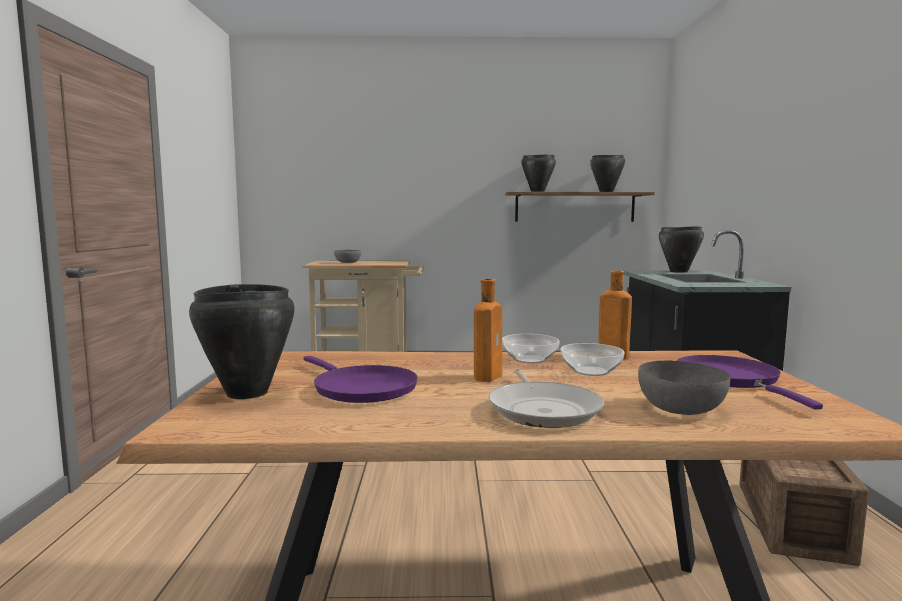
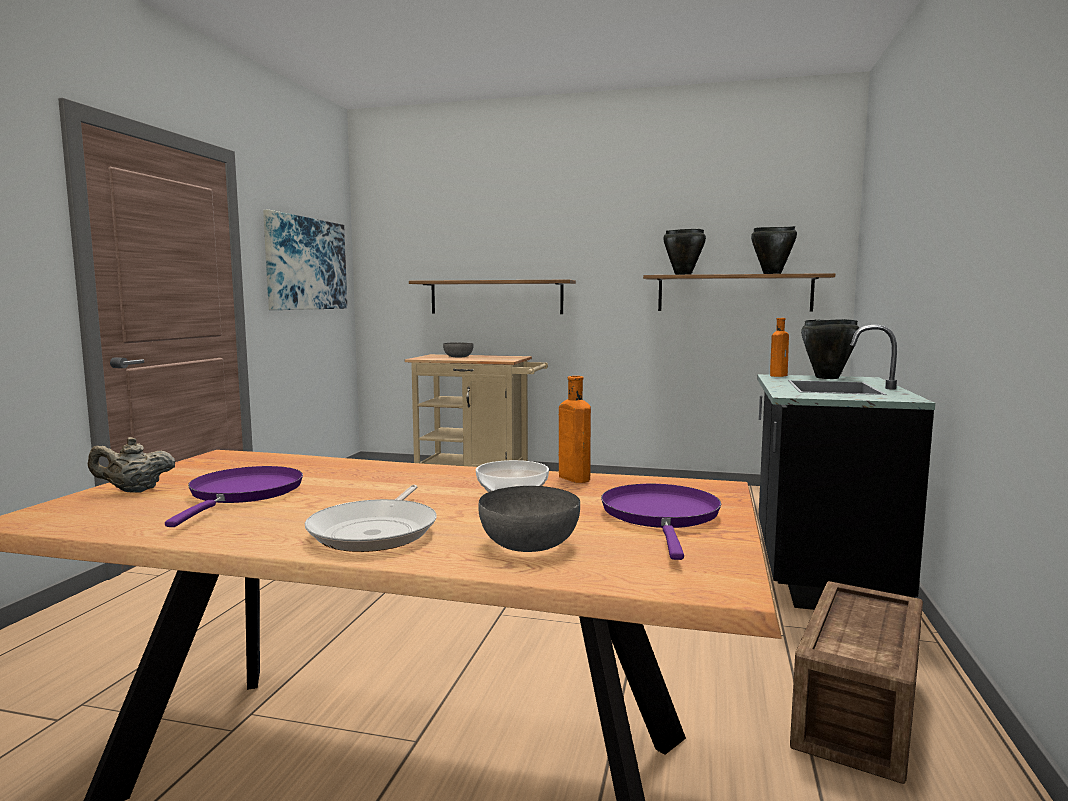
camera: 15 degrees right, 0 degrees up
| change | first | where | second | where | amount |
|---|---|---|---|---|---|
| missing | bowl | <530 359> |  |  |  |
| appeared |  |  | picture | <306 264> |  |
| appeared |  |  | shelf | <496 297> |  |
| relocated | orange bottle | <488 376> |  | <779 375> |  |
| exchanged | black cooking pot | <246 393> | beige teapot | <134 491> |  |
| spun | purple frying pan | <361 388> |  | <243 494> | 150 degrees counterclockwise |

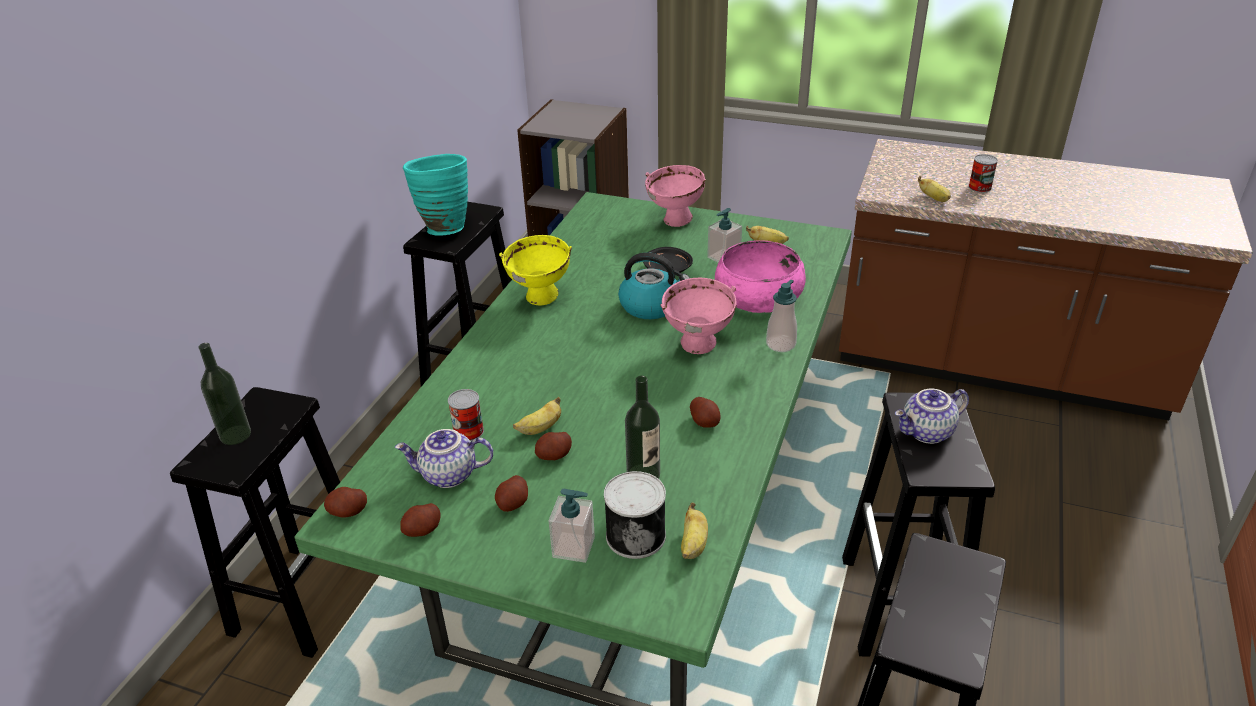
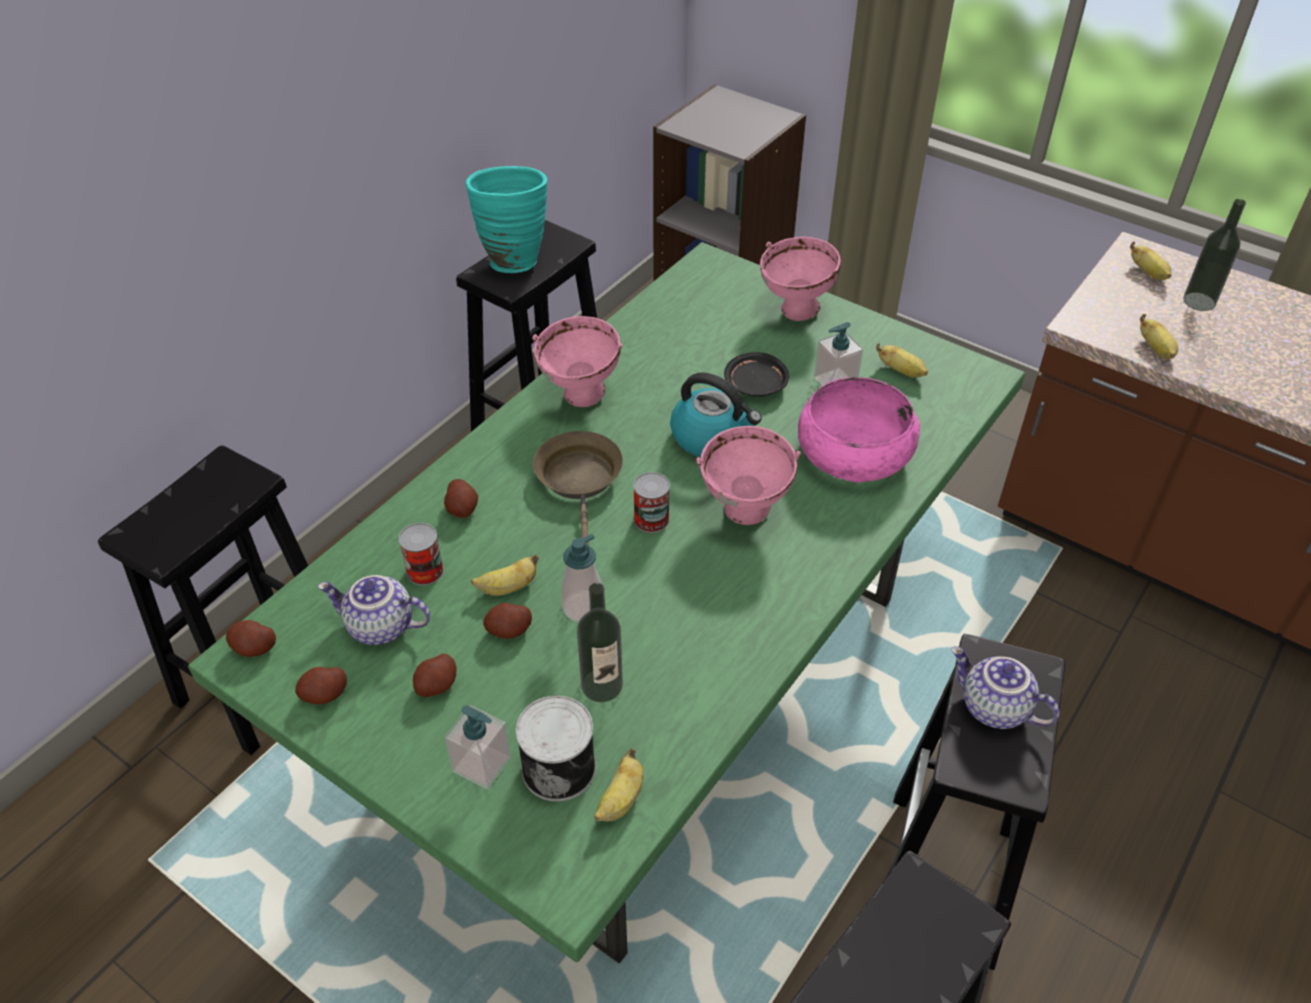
camera: 15 degrees right, 10 degrees up
| change | first | where | second | where | amount |
|---|---|---|---|---|---|
| appeared |  |  | brown frying pan | <580 482> |  |
| appeared |  |  | banana | <1148 273> |  |
| relocated | bottle | <235 435> |  | <1199 301> |  |
| relocated | potato | <705 421> |  | <462 508> |  |
| relocated | soap dispenser | <780 344> |  | <583 607> |  |
| relocated | can | <979 187> |  | <651 519> |  |
| colour | yellow bowl | <541 299> | pink bowl | <581 397> |  |
| spun | teapot | <927 433> |  | <993 708> | 45 degrees clockwise |

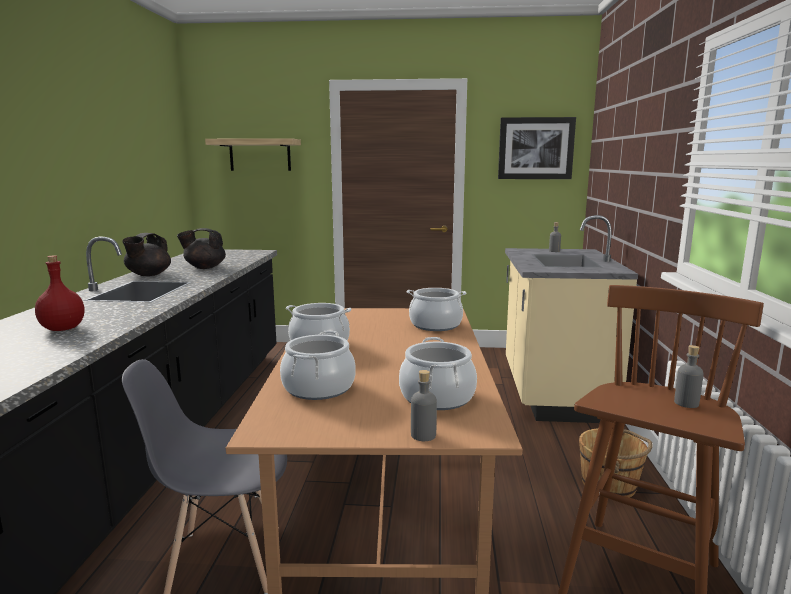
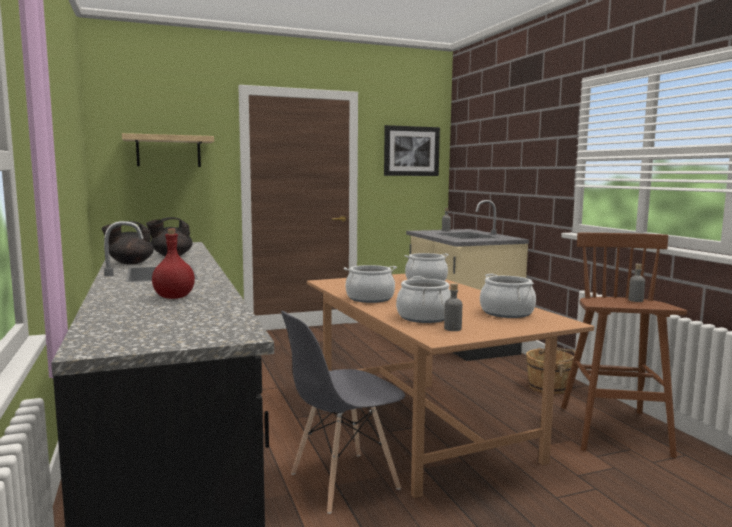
camera: 25 degrees left, 5 degrees down
| change | first | where | second | where | amount |
|---|---|---|---|---|---|
| relocated | grey bottle | <423 435> |  | <452 329> |  |
| spun | black teapot | <148 275> |  | <130 263> | 60 degrees clockwise |

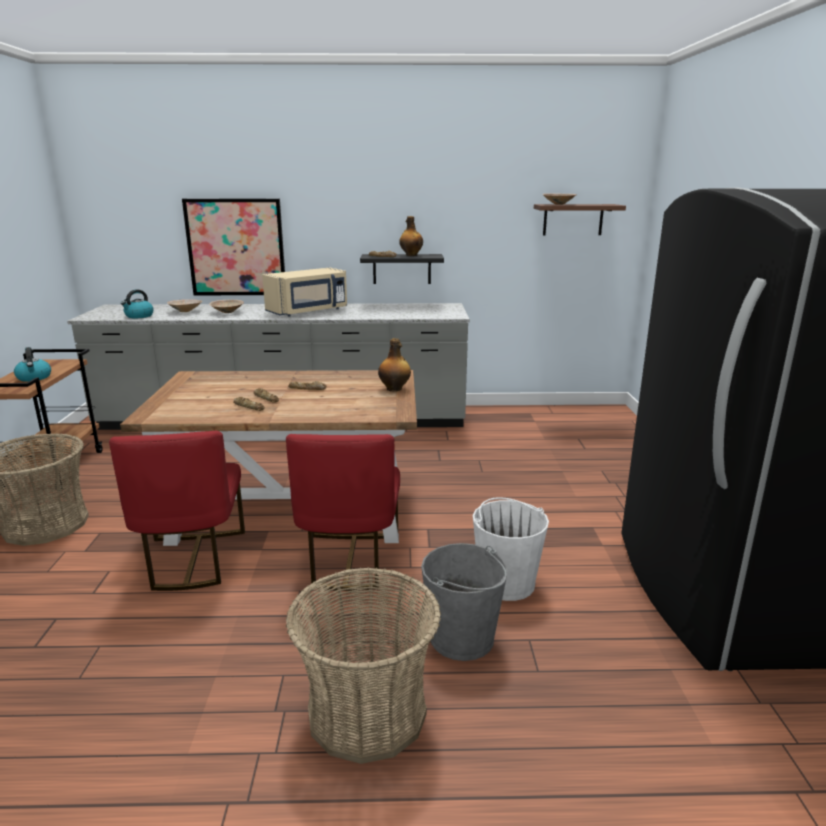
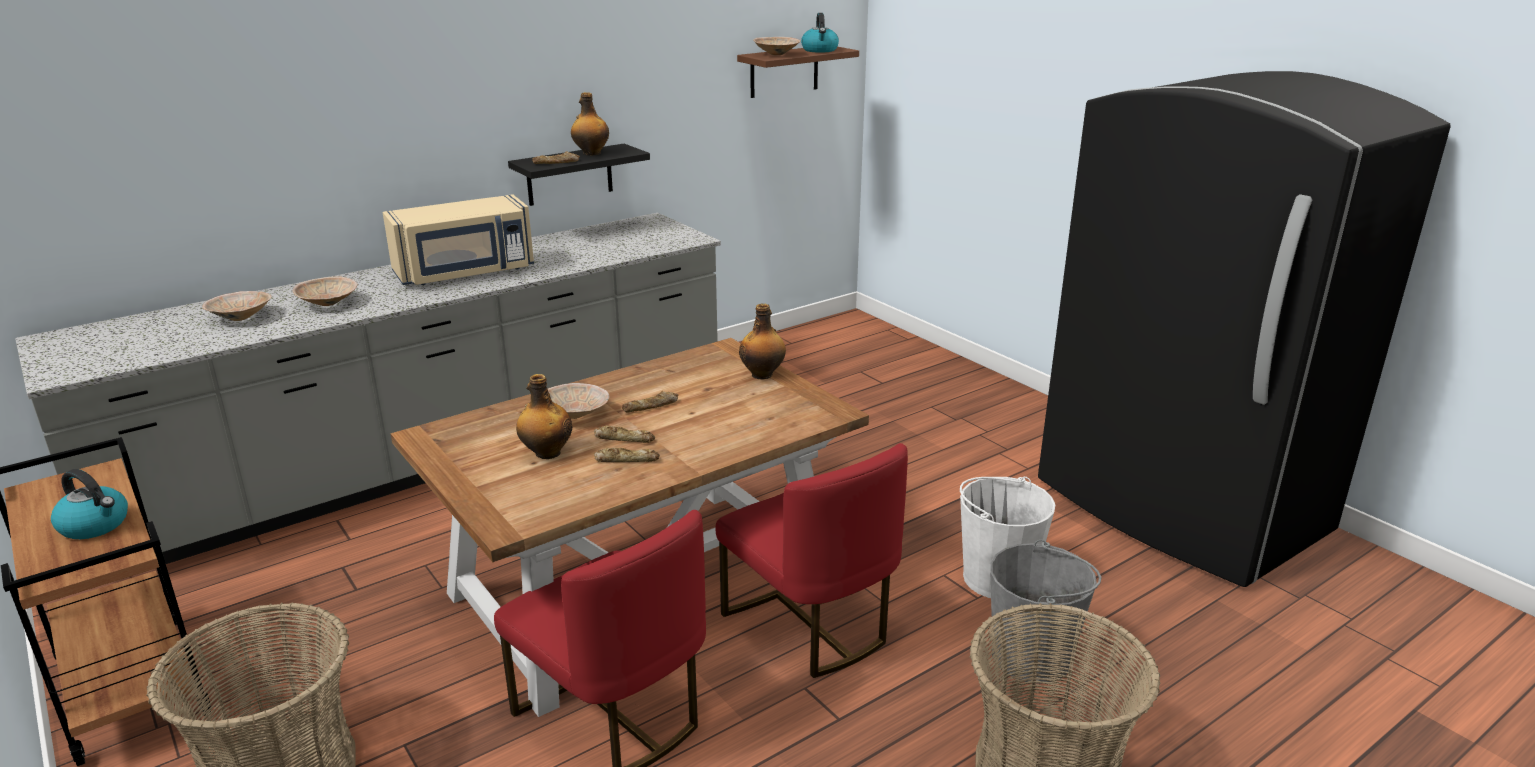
camera: 35 degrees left, 5 degrees up
| change | first | where | second | where | amount |
|---|---|---|---|---|---|
| missing | picture | <236 247> |  |  |  |
| appeared |  |  | bottle | <547 453> |  |
| appeared |  |  | beige bowl | <576 415> |  |
| relocated | kettle | <139 316> |  | <820 50> |  |
| spun | beige microwave | <309 311> |  | <466 273> | 45 degrees clockwise |

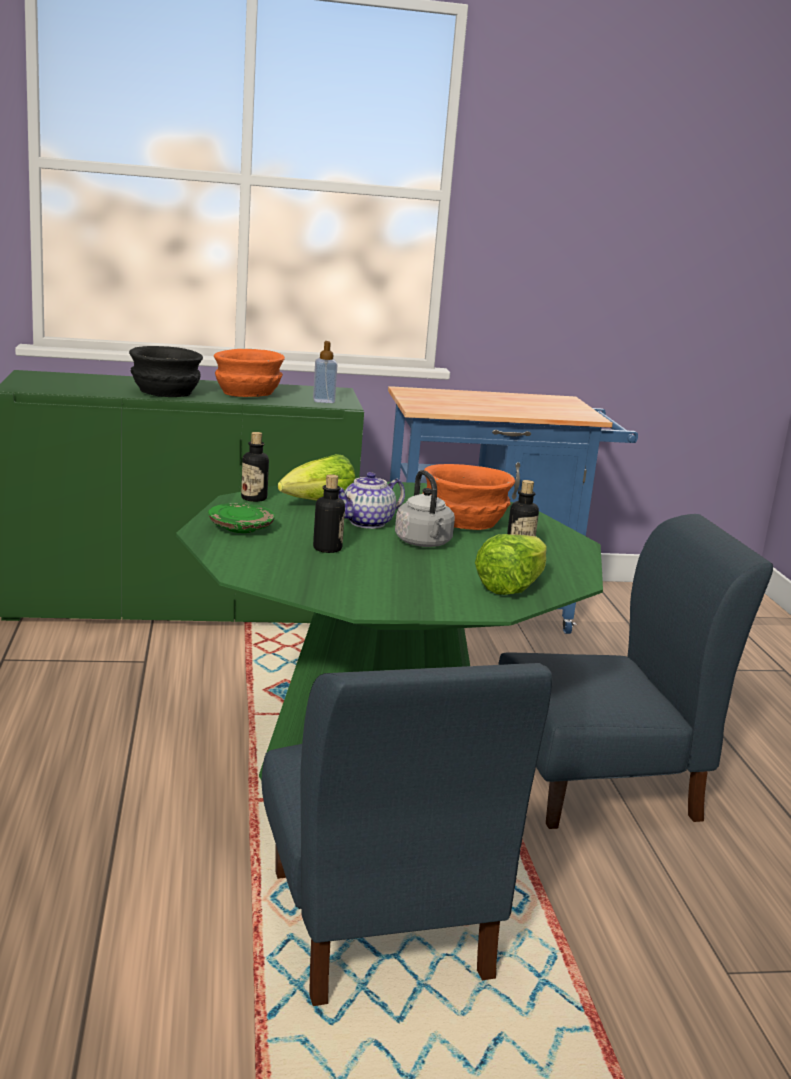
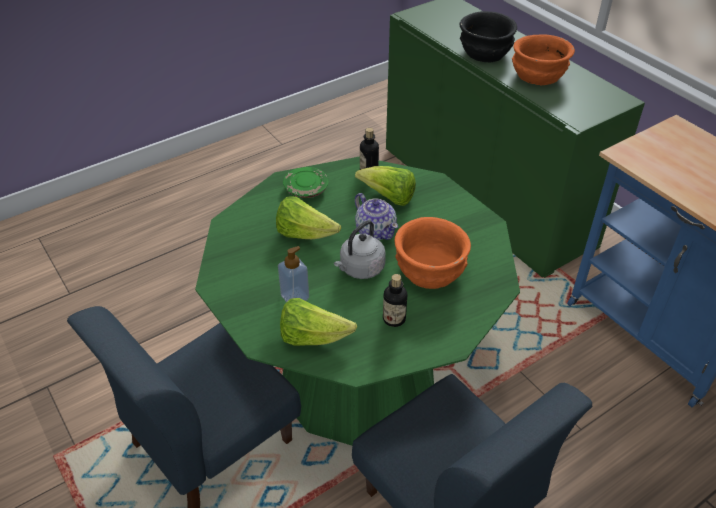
camera: 65 degrees right, 25 degrees up
| change | first | where | second | where | amount |
|---|---|---|---|---|---|
| relocated | soap dispenser | <323 401> |  | <295 297> |  |
| exchanged | bottle | <327 548> | lettuce | <304 234> |  |
| spun | teapot | <368 523> |  | <375 231> | 150 degrees counterclockwise |

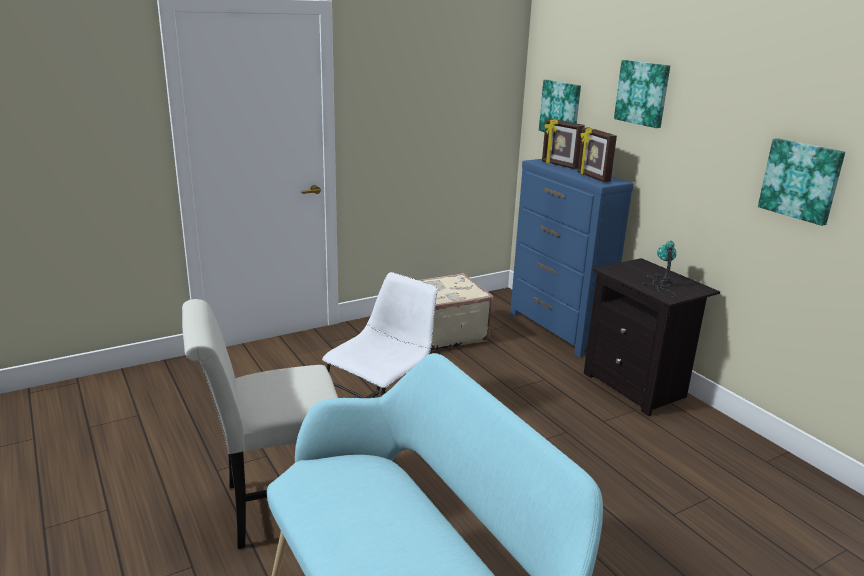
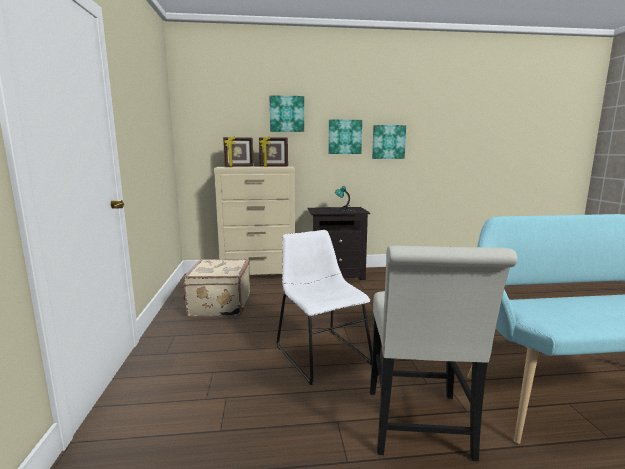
camera: 65 degrees left, 10 degrees down
| change | first | where | second | where | amount |
|---|---|---|---|---|---|
| relocated | picture | <561 108> |  | <344 137> |  |
| colour | blue dresser | <557 330> | beige dresser | <259 275> |  |

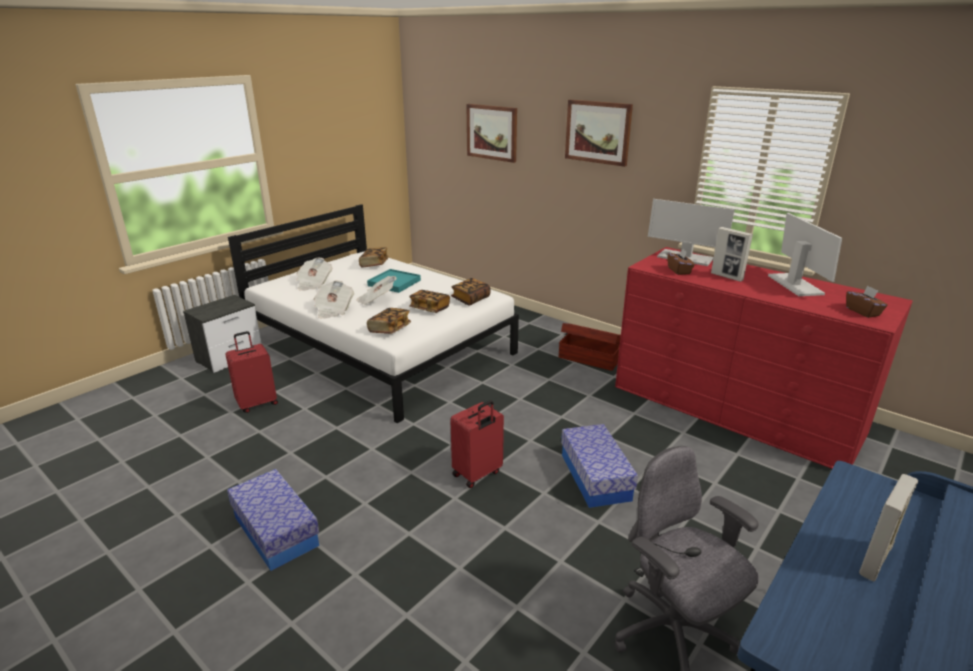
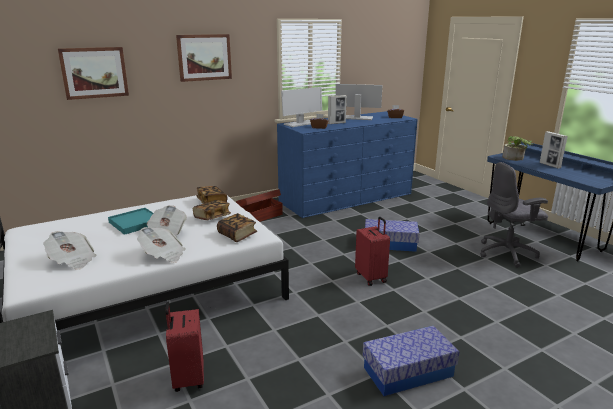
camera: 70 degrees left, 5 degrees down
| change | first | where | second | where | amount |
|---|---|---|---|---|---|
| missing | book | <374 264> |  |  |  |
| appeared |  |  | potted plant | <515 158> |  |
| colour | red dresser | <734 408> | blue dresser | <346 197> |  |

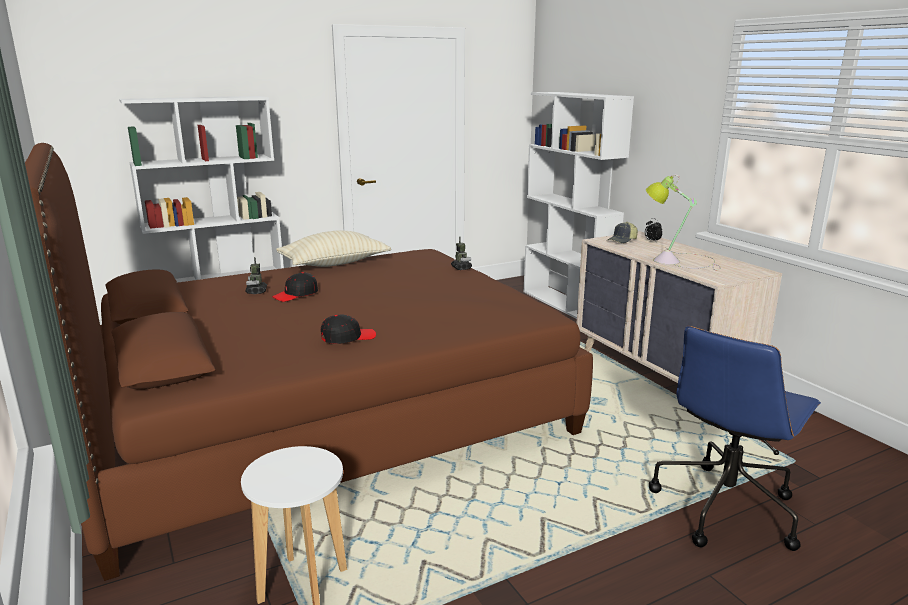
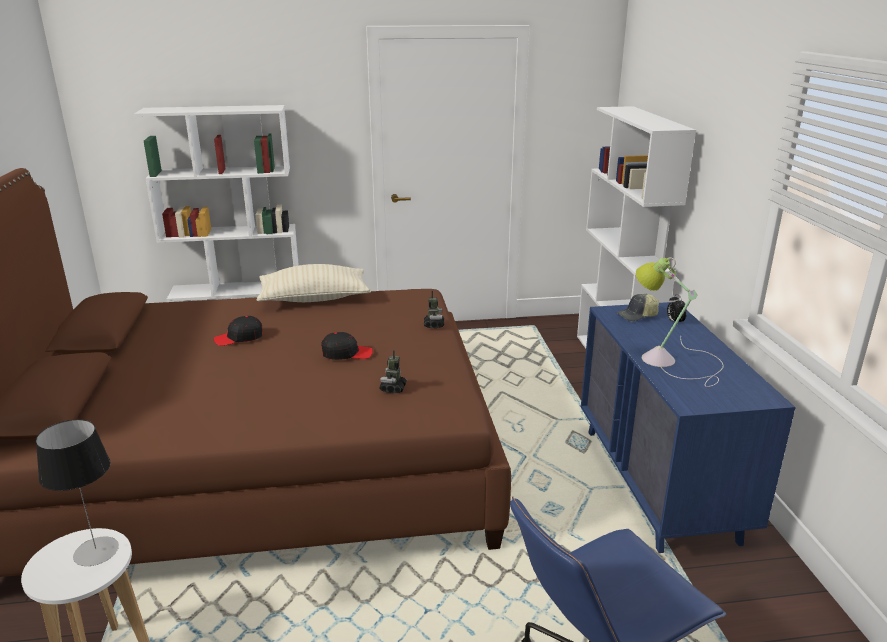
camera: 20 degrees right, 5 degrees up
| change | first | where | second | where | amount |
|---|---|---|---|---|---|
| appeared |  |  | table lamp | <96 551> |  |
| relocated | toy robot | <256 292> |  | <393 388> |  |
| relocated | black cap | <348 337> |  | <346 353> |  |
| colour | beige dresser | <660 373> | blue dresser | <658 484> |  |

